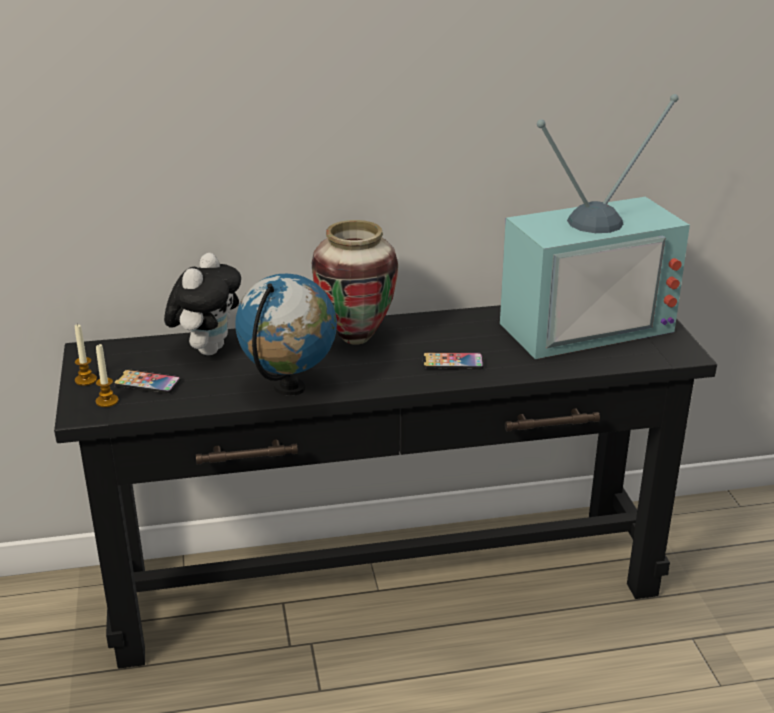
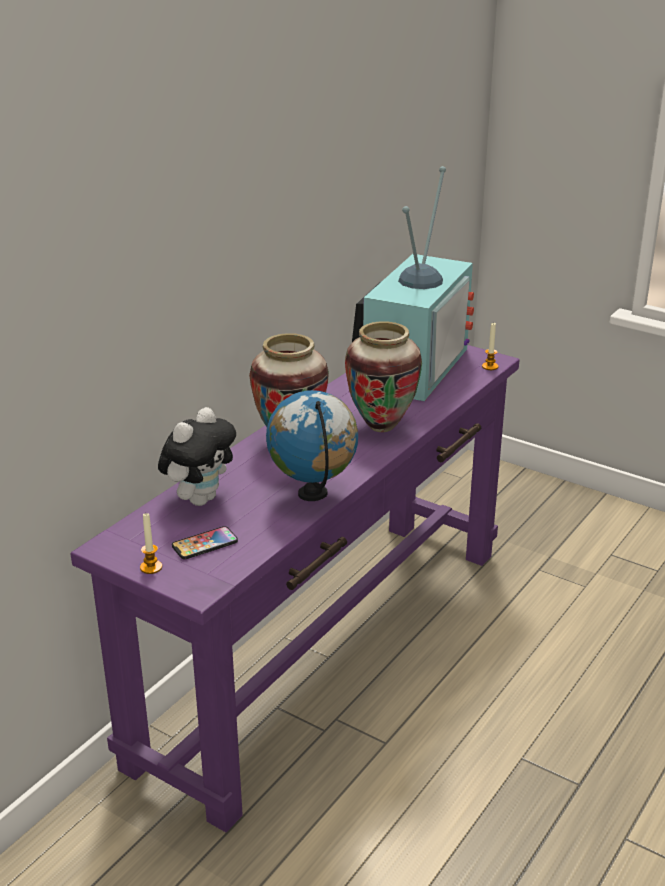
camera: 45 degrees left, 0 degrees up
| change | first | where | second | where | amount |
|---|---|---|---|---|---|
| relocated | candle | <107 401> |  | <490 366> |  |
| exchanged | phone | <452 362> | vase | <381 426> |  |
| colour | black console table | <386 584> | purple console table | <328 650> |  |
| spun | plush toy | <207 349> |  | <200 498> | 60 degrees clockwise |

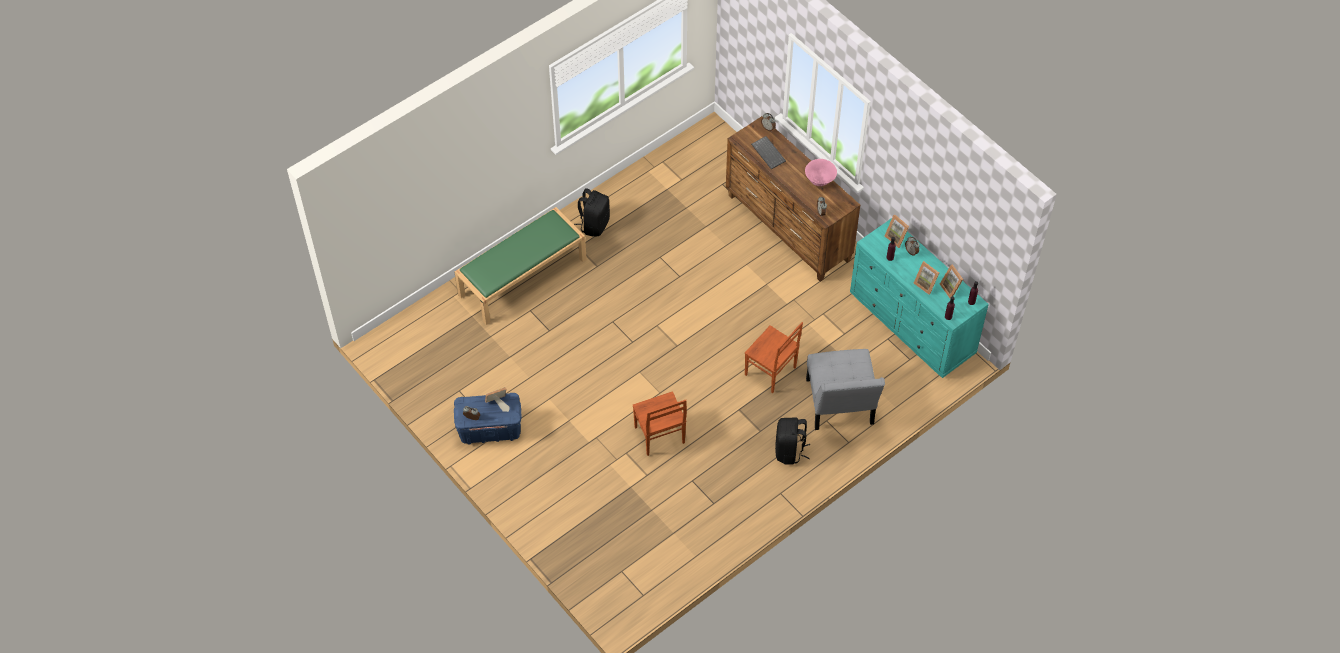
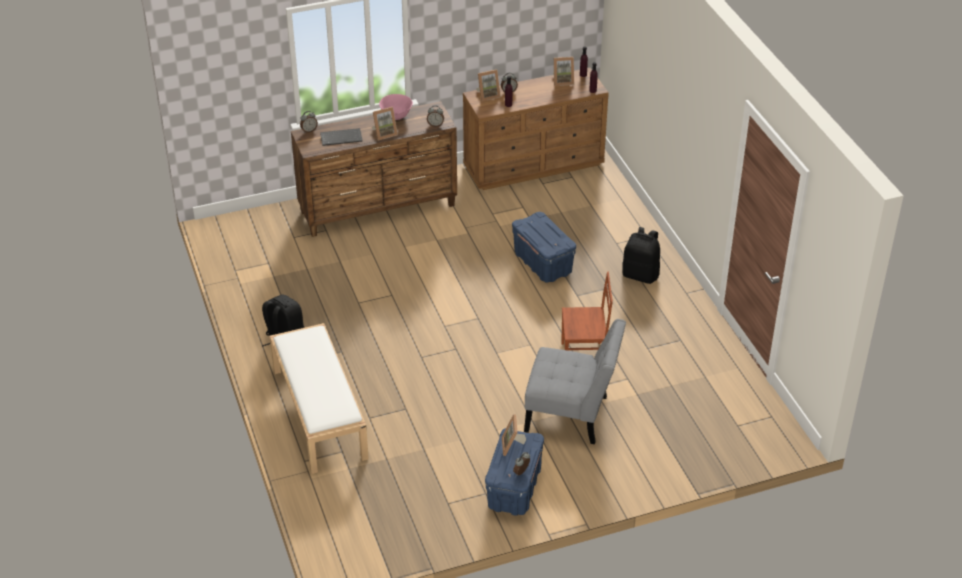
camera: 70 degrees left, 15 degrees down
| change | first | where | second | where | amount |
|---|---|---|---|---|---|
| relocated | grey chair | <840 406> |  | <571 415> |  |
| relocated | picture frame | <926 284> |  | <384 133> |  |
| exchanged | brown chair | <770 372> | blue storage box | <543 264> |  |
| colour | green bench | <523 276> | white bench | <318 412> |  |
| colour | turquoise dresser | <912 324> | brown dresser | <534 165> |  |

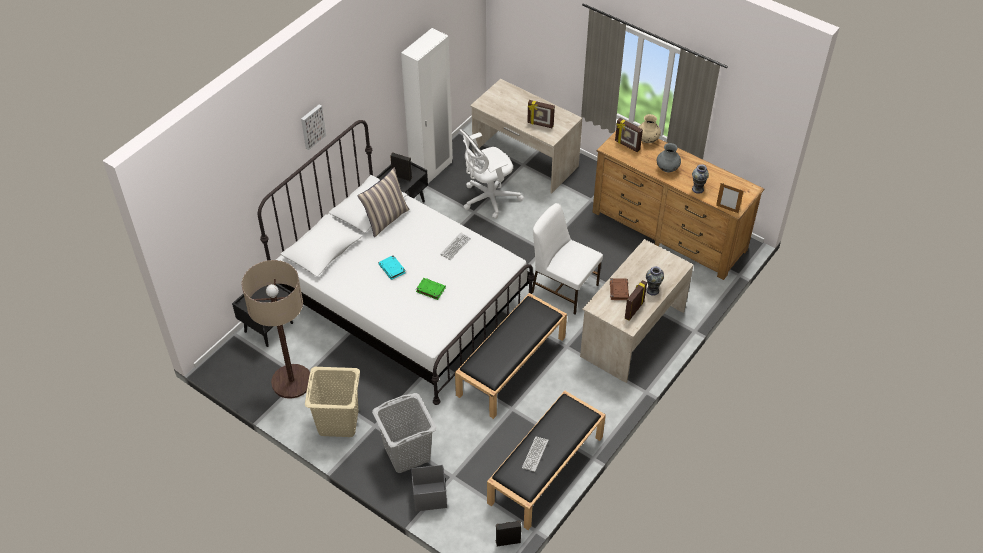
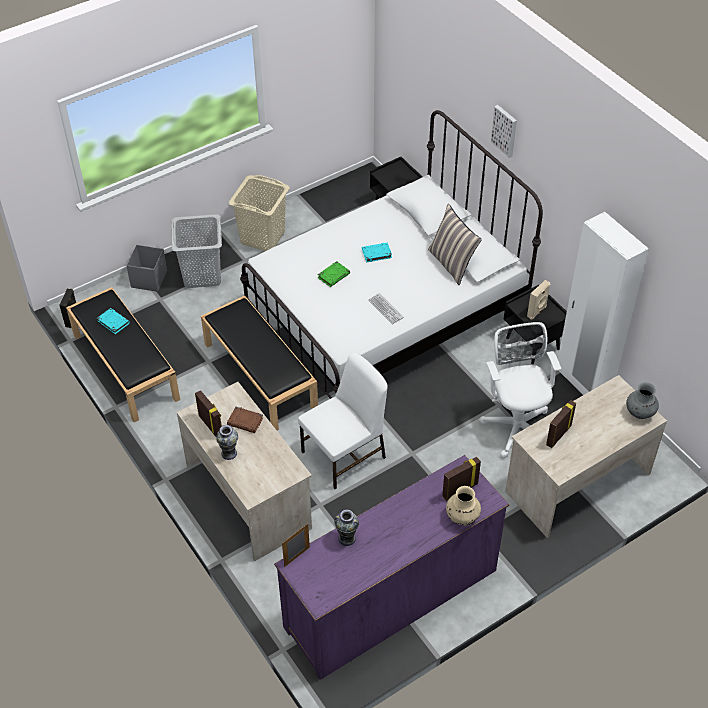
camera: 110 degrees right, 0 degrees up
| change | first | where | second | where | amount |
|---|---|---|---|---|---|
| missing | floor lamp | <292 381> |  |  |  |
| relocated | grey vase | <667 169> |  | <639 413> |  |
| exchanged | keyboard | <535 454> | turquoise book | <113 322> |  |
| colour | black speaker | <402 176> | beige speaker | <537 312> |  |
| colour | brown dresser | <668 231> | purple dresser | <391 598> |  |

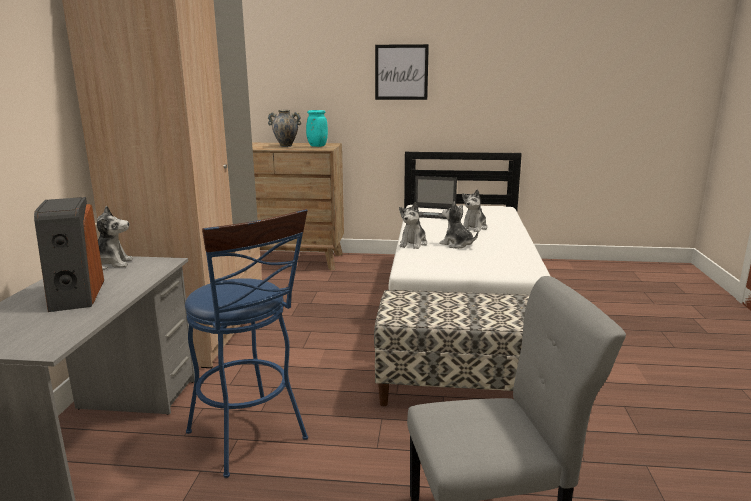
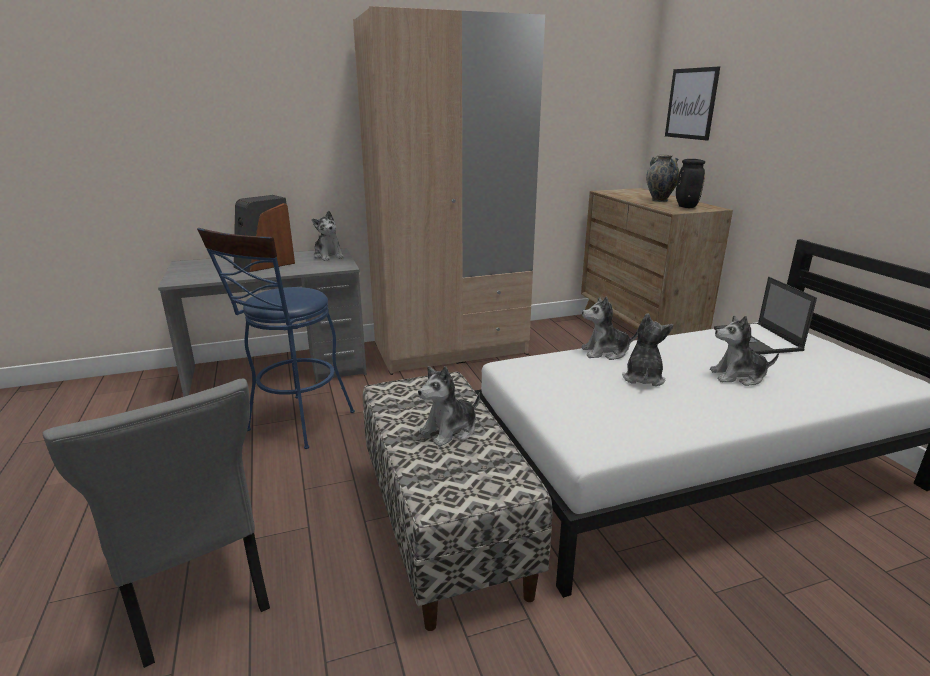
camera: 65 degrees right, 5 degrees up
| change | first | where | second | where | amount |
|---|---|---|---|---|---|
| appeared |  |  | plush toy | <450 431> |  |
| relocated | picture | <401 72> |  | <691 103> |  |
| colour | turquoise vase | <316 146> | black vase | <685 207> |  |

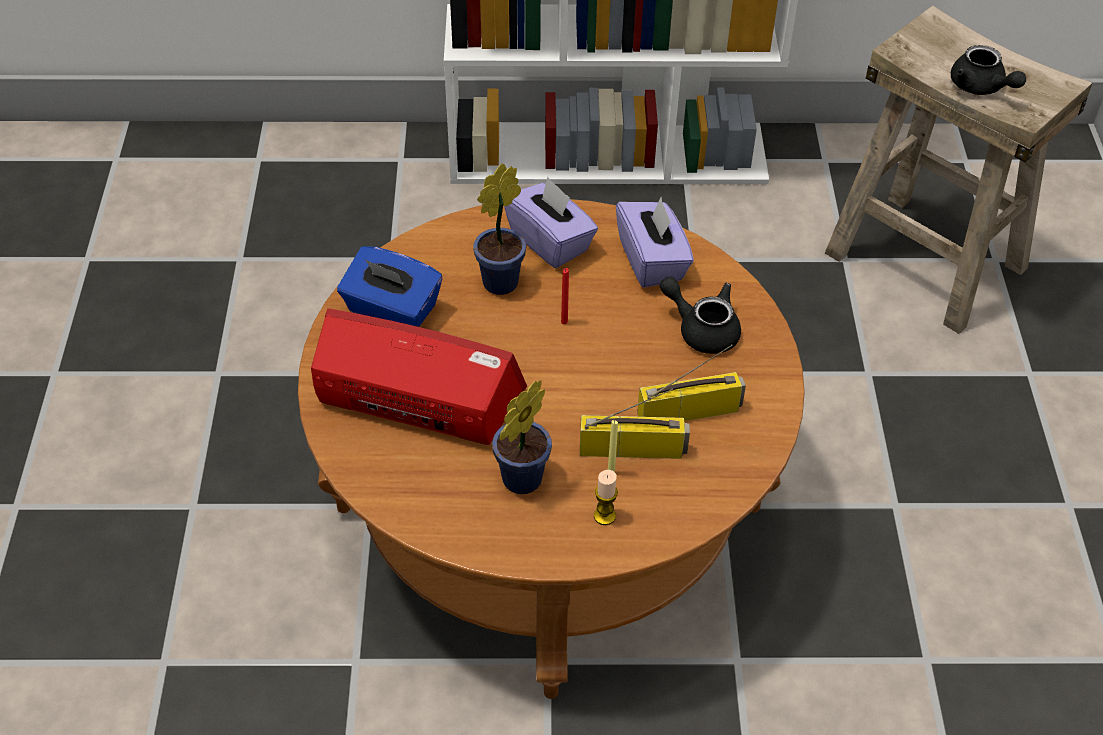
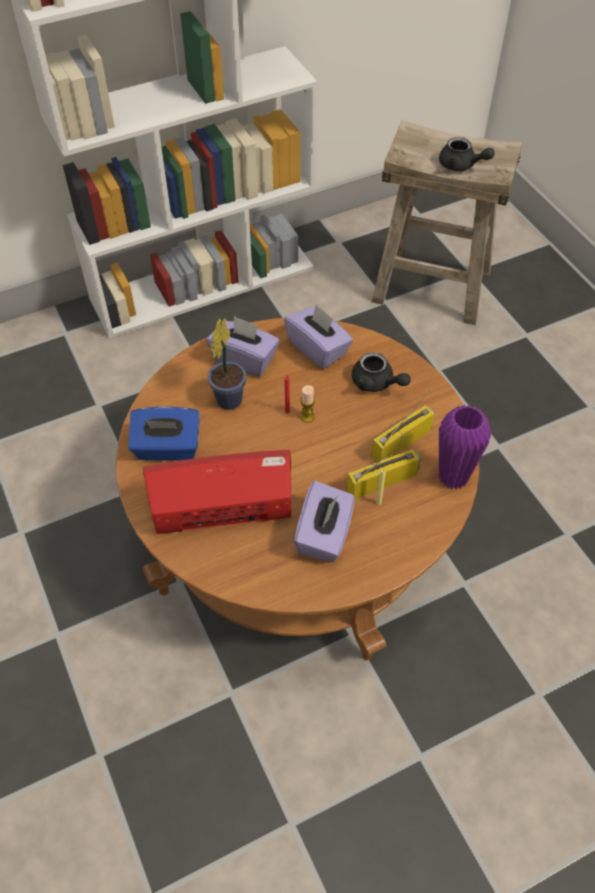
camera: 25 degrees left, 5 degrees up
| change | first | where | second | where | amount |
|---|---|---|---|---|---|
| appeared |  |  | purple vase | <453 477> |  |
| relocated | candle | <604 516> |  | <307 416> |  |
| exchanged | potted plant | <518 482> | purple tissue box | <324 535> |  |
| spun | black teapot | <702 329> |  | <376 383> | 150 degrees counterclockwise |

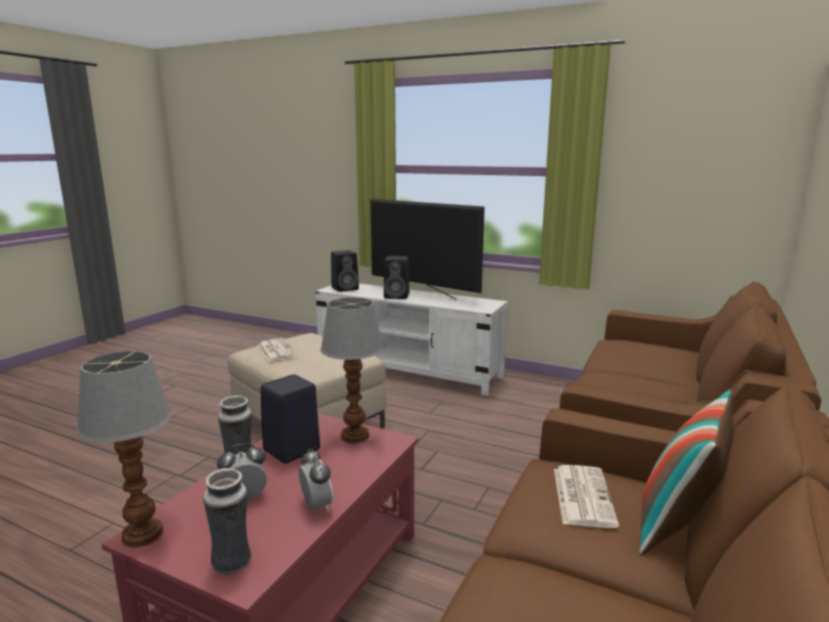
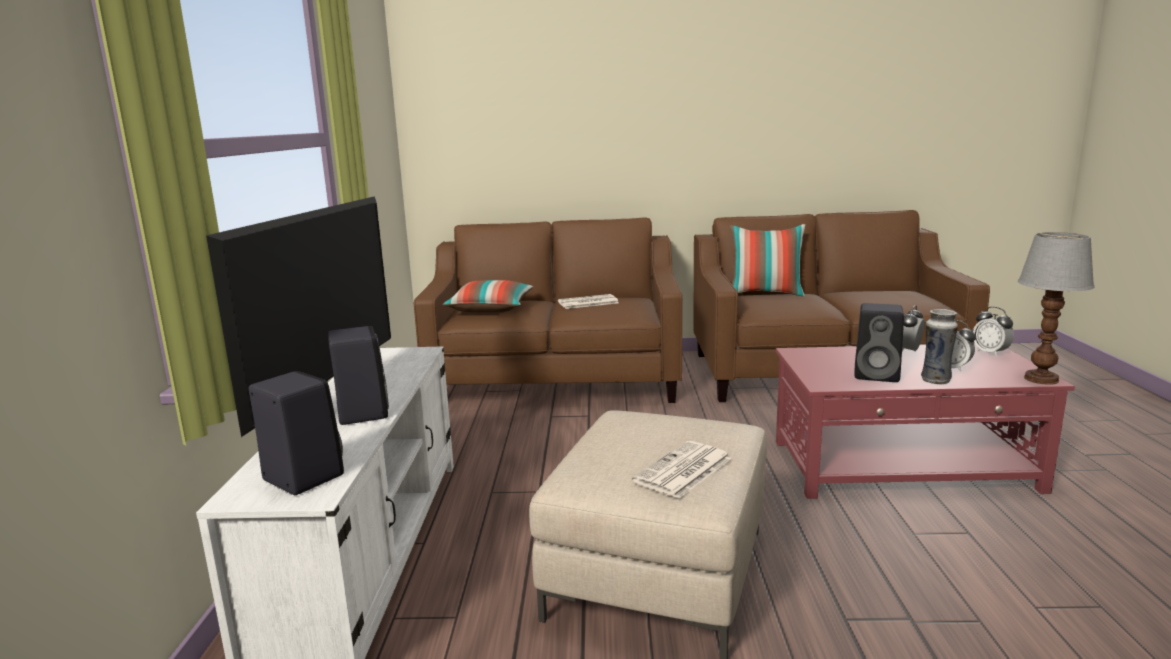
camera: 115 degrees left, 0 degrees up
| change | first | where | second | where | amount |
|---|---|---|---|---|---|
| missing | table lamp | <354 436> |  |  |  |
| appeared |  |  | pillow | <490 309> |  |
| relocated | newspaper | <582 495> |  | <587 303> |  |
| exchanged | vase | <232 564> | alarm clock | <990 353> |  |

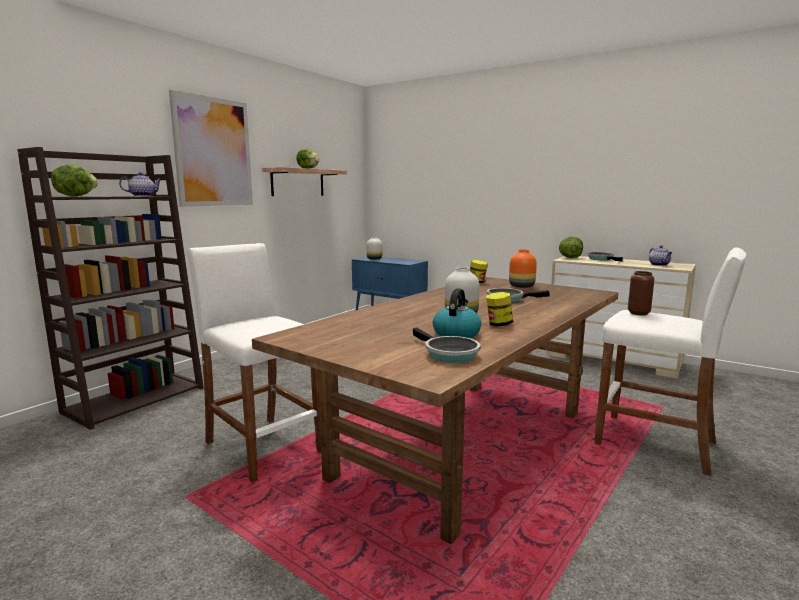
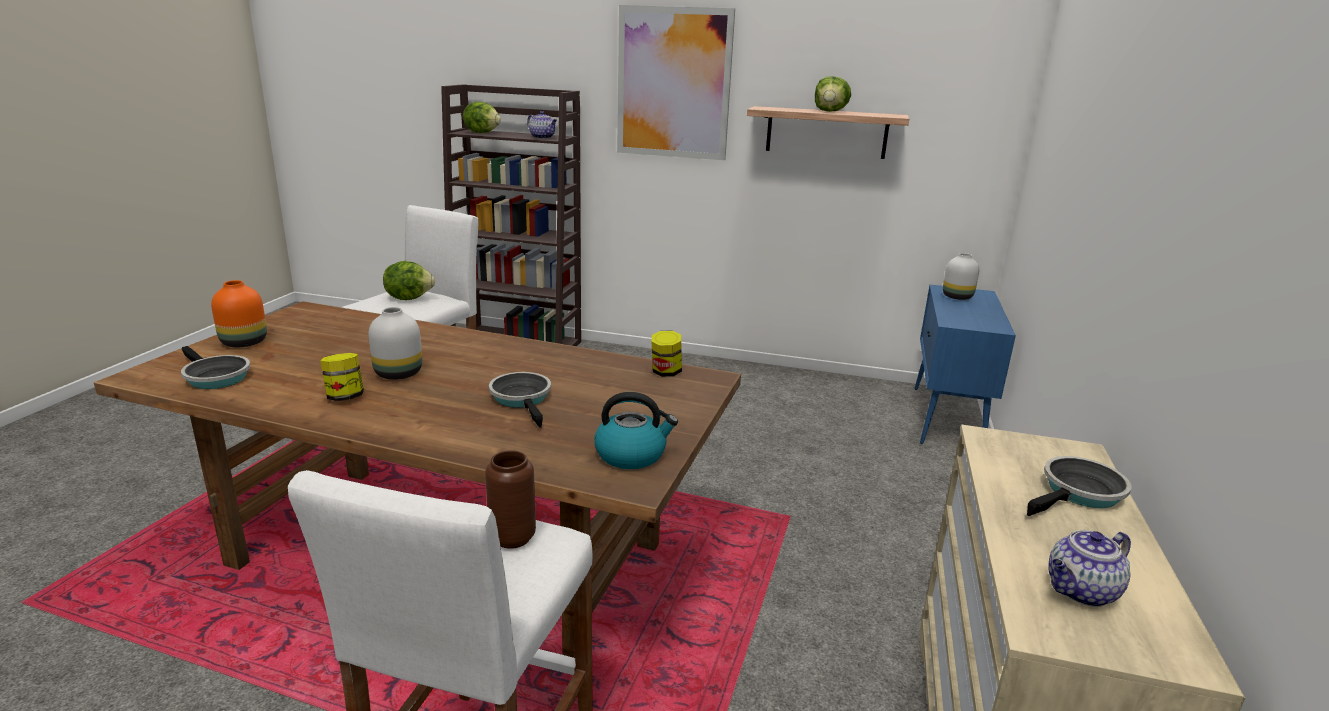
camera: 70 degrees right, 10 degrees up
| change | first | where | second | where | amount |
|---|---|---|---|---|---|
| relocated | kettle | <456 333> |  | <631 454> |  |
| relocated | orange vase | <522 286> |  | <244 343> |  |
| relocated | lettuce | <570 257> |  | <409 298> |  |
| spun | frying pan | <448 354> |  | <214 377> | 90 degrees counterclockwise |

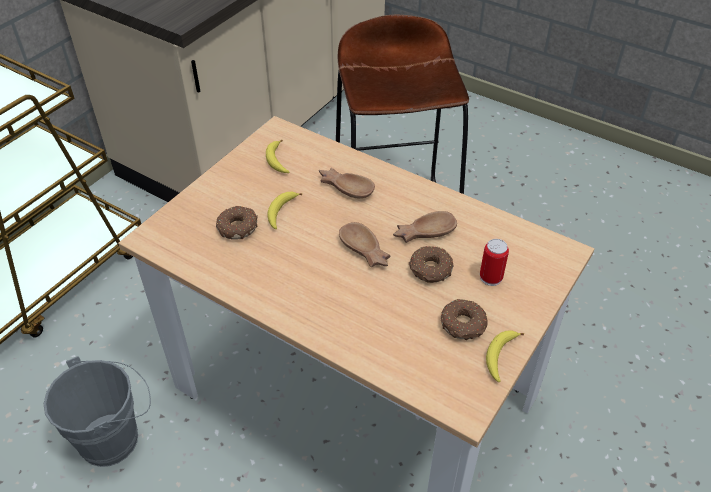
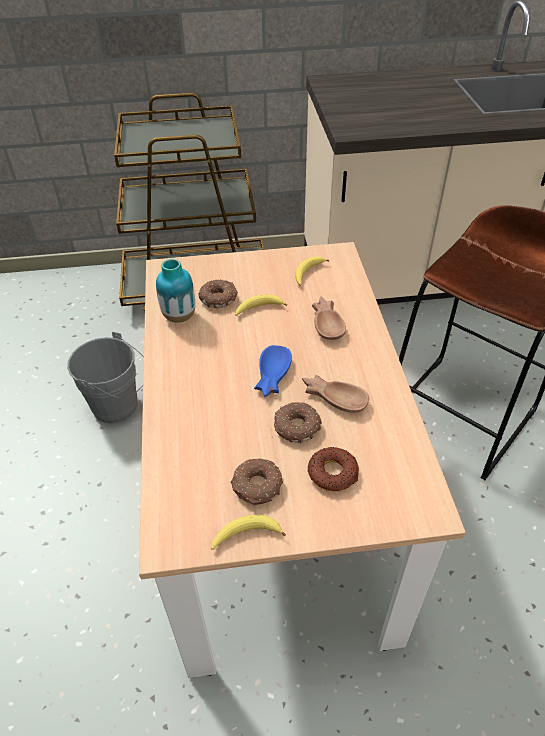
camera: 50 degrees right, 0 degrees up
| change | first | where | second | where | amount |
|---|---|---|---|---|---|
| appeared |  |  | vase | <179 316> |  |
| exchanged | can | <491 277> | donut | <333 473> |  |
| colour | brown bowl | <364 251> | blue bowl | <271 376> |  |

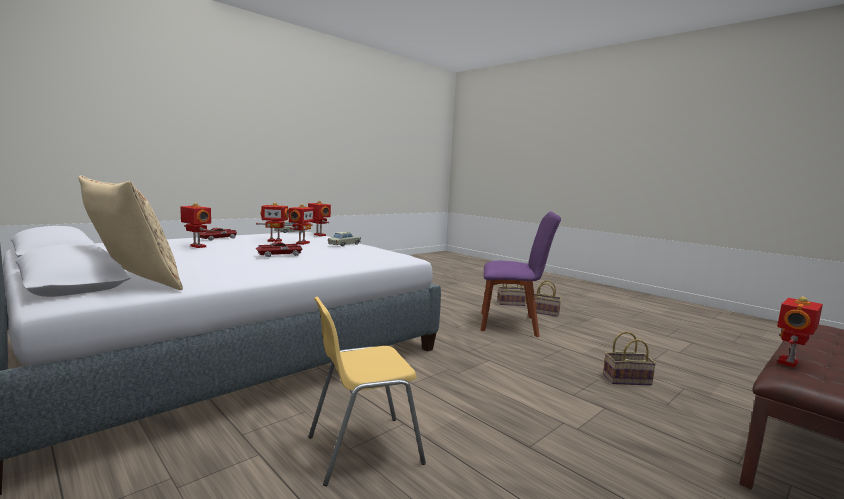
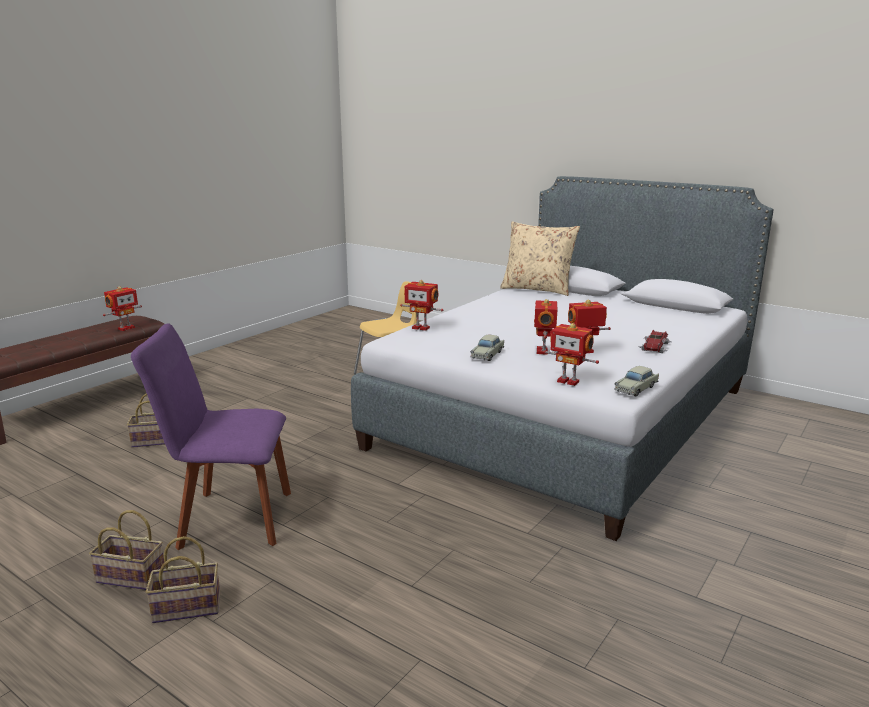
camera: 170 degrees right, 10 degrees up
| change | first | where | second | where | amount |
|---|---|---|---|---|---|
| missing | toy car | <280 254> |  |  |  |
| relocated | toy robot | <197 246> |  | <421 328> |  |

